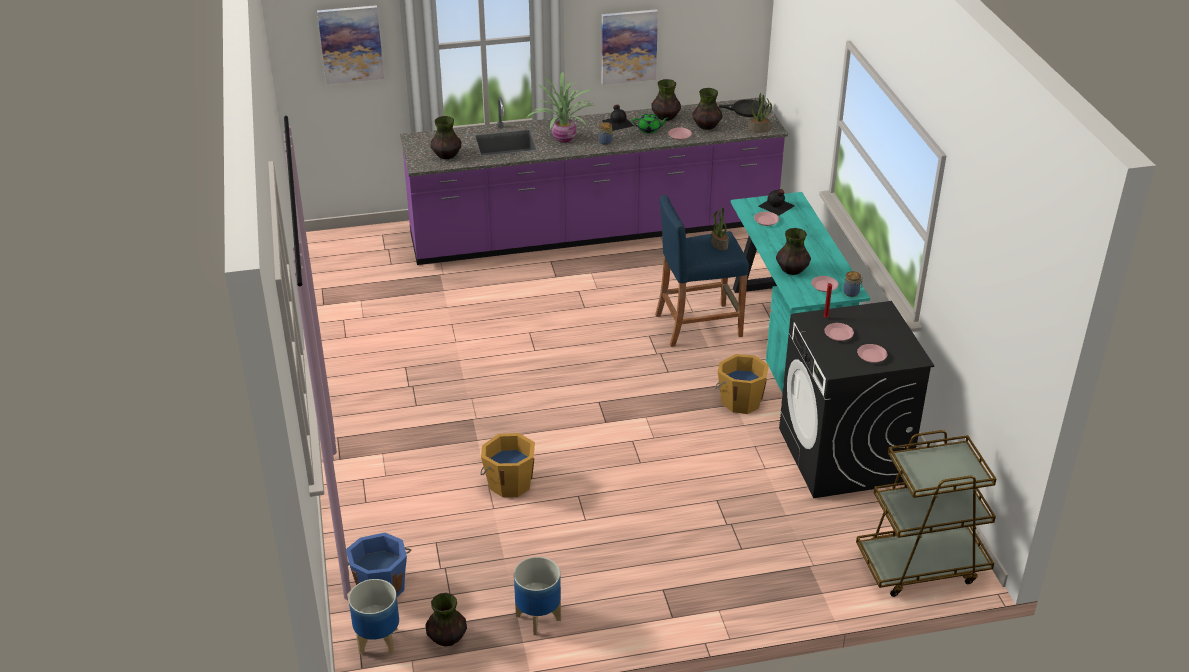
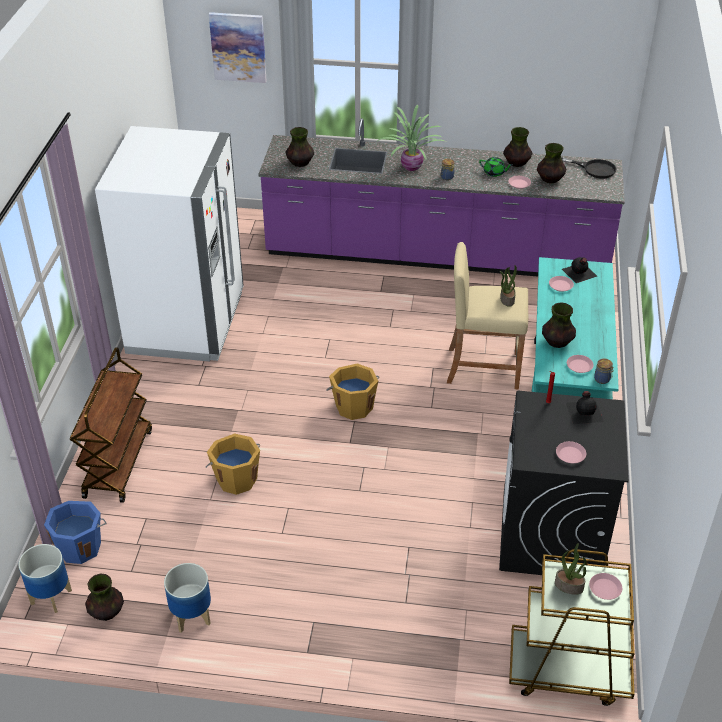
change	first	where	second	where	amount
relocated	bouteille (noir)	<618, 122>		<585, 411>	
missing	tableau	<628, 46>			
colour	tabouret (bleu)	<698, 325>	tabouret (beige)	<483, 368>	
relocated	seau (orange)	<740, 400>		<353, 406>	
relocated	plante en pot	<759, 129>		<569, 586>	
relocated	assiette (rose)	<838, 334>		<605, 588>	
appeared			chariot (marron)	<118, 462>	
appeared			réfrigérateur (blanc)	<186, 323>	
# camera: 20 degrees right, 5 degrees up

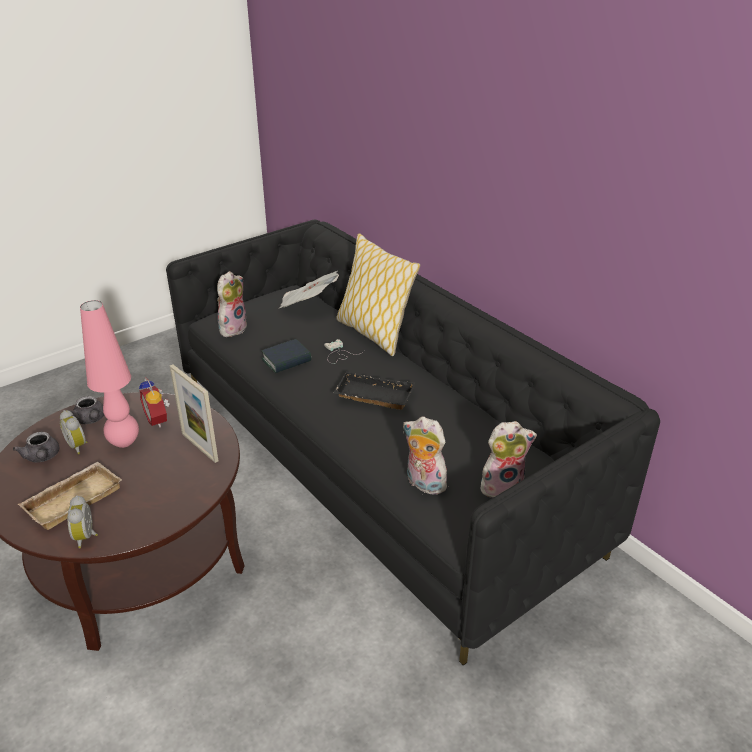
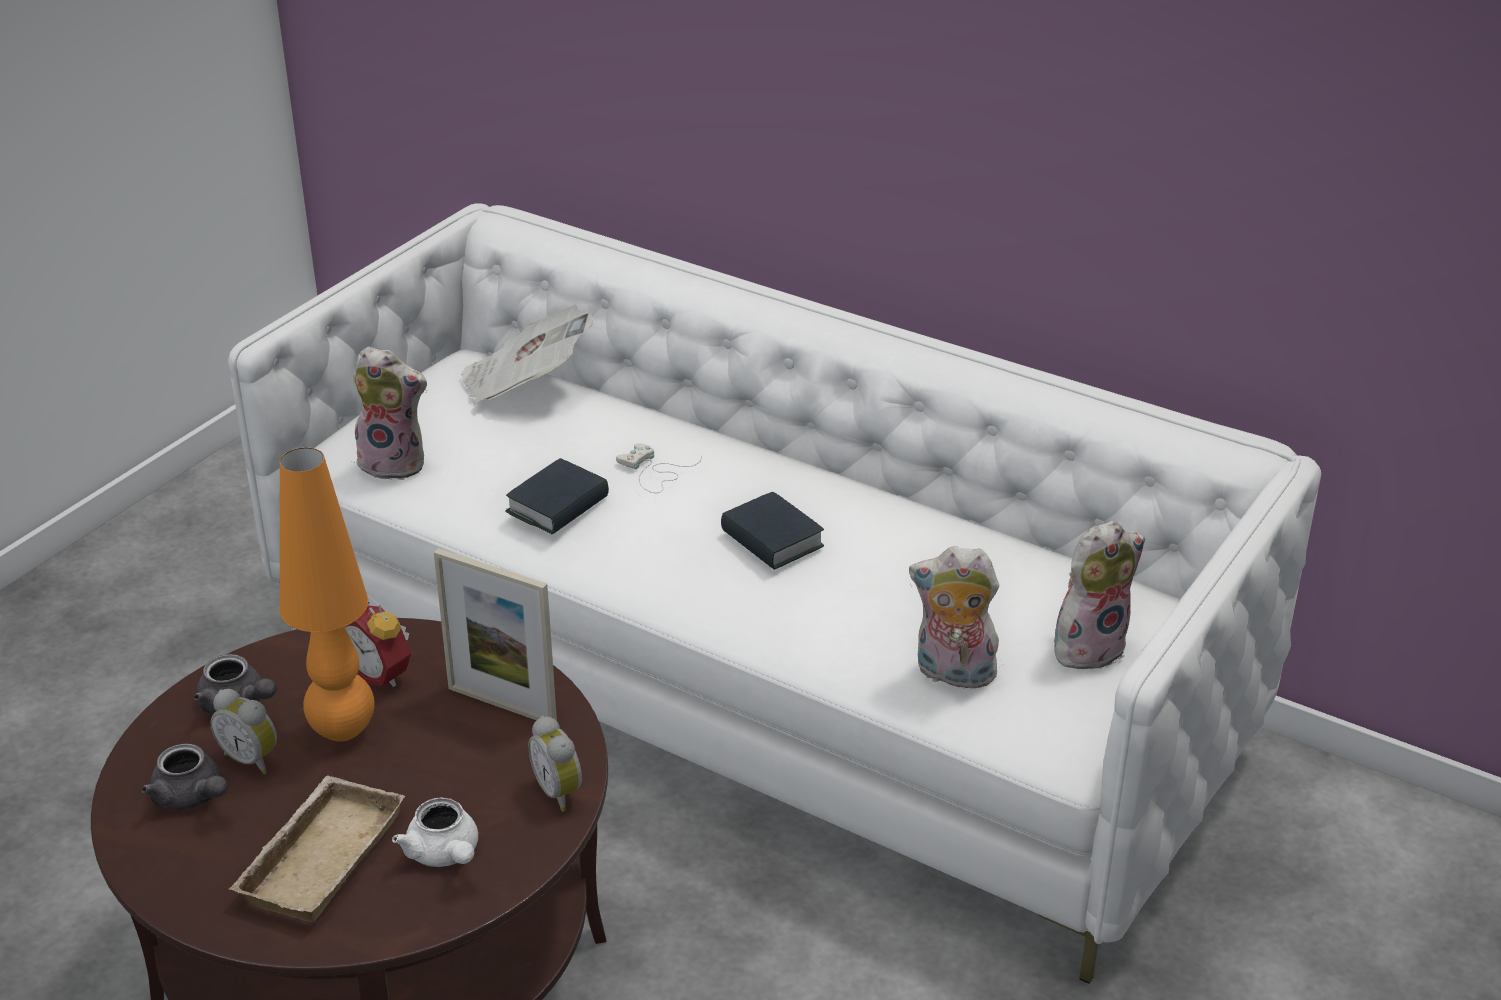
change	first	where	second	where	amount
relocated	réveil	<87, 536>		<560, 792>	
colour	lampe de table (rose)	<124, 442>	lampe de table (orange)	<343, 730>	
colour	canapé (noir)	<376, 465>	canapé (blanc)	<751, 682>	
spun	peluche	<232, 328>		<396, 463>	90 degrees clockwise
exchanged	plateau (noir)	<372, 396>	livre	<772, 540>	
missing	coussin	<374, 333>			
appeared			théière (blanc)	<445, 855>	
# camera: 20 degrees left, 0 degrees up

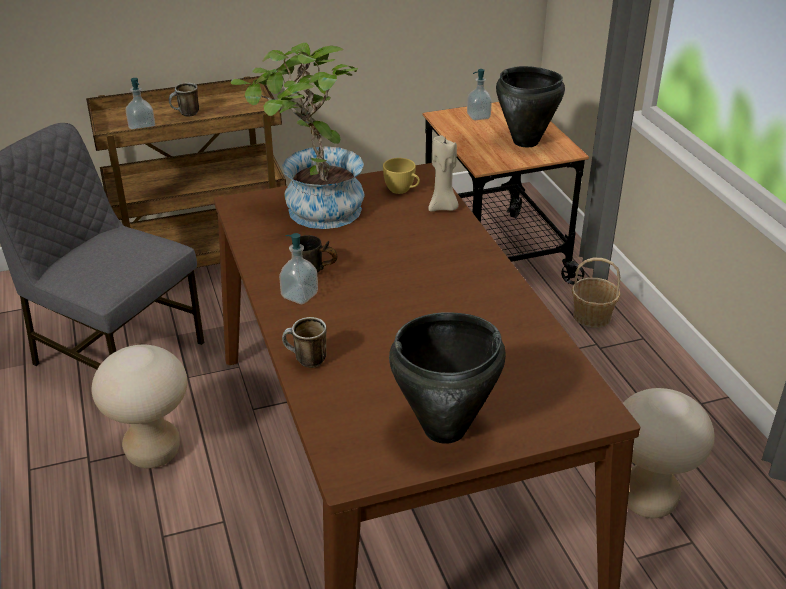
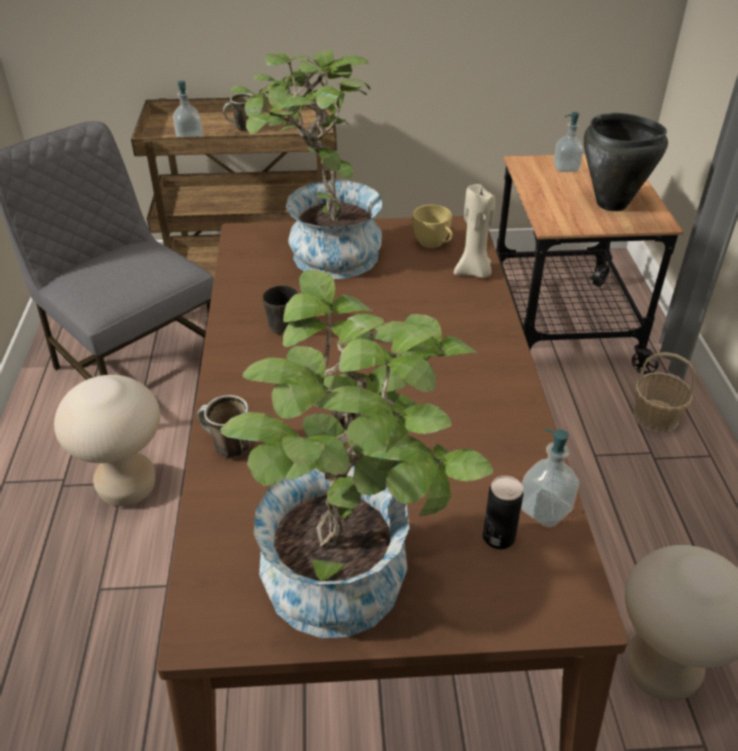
change	first	where	second	where	amount
relocated	distributeur de savon	<299, 296>		<545, 509>	
exchanged	marmite (noir)	<445, 429>	plante en pot	<355, 585>	
appeared			boîte métallique	<498, 537>	
# camera: 15 degrees right, 5 degrees up

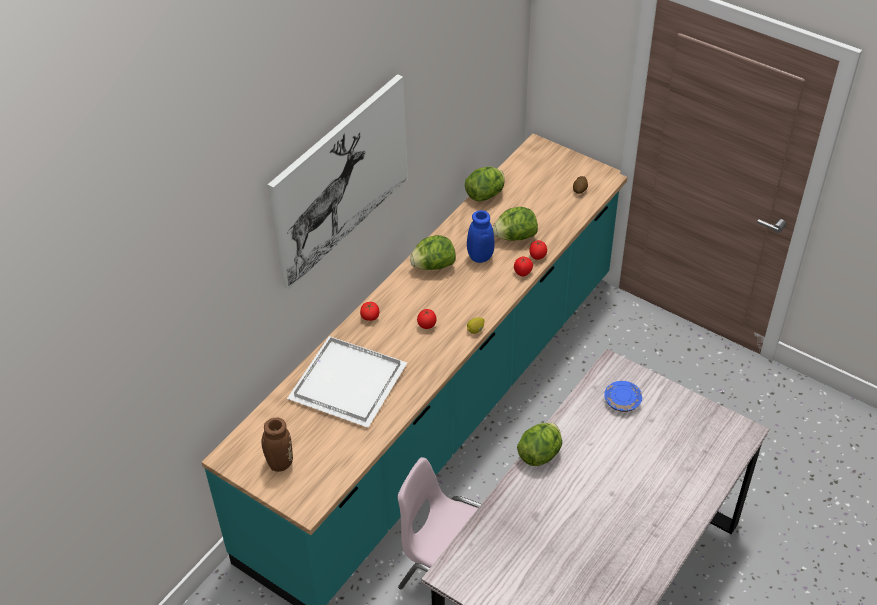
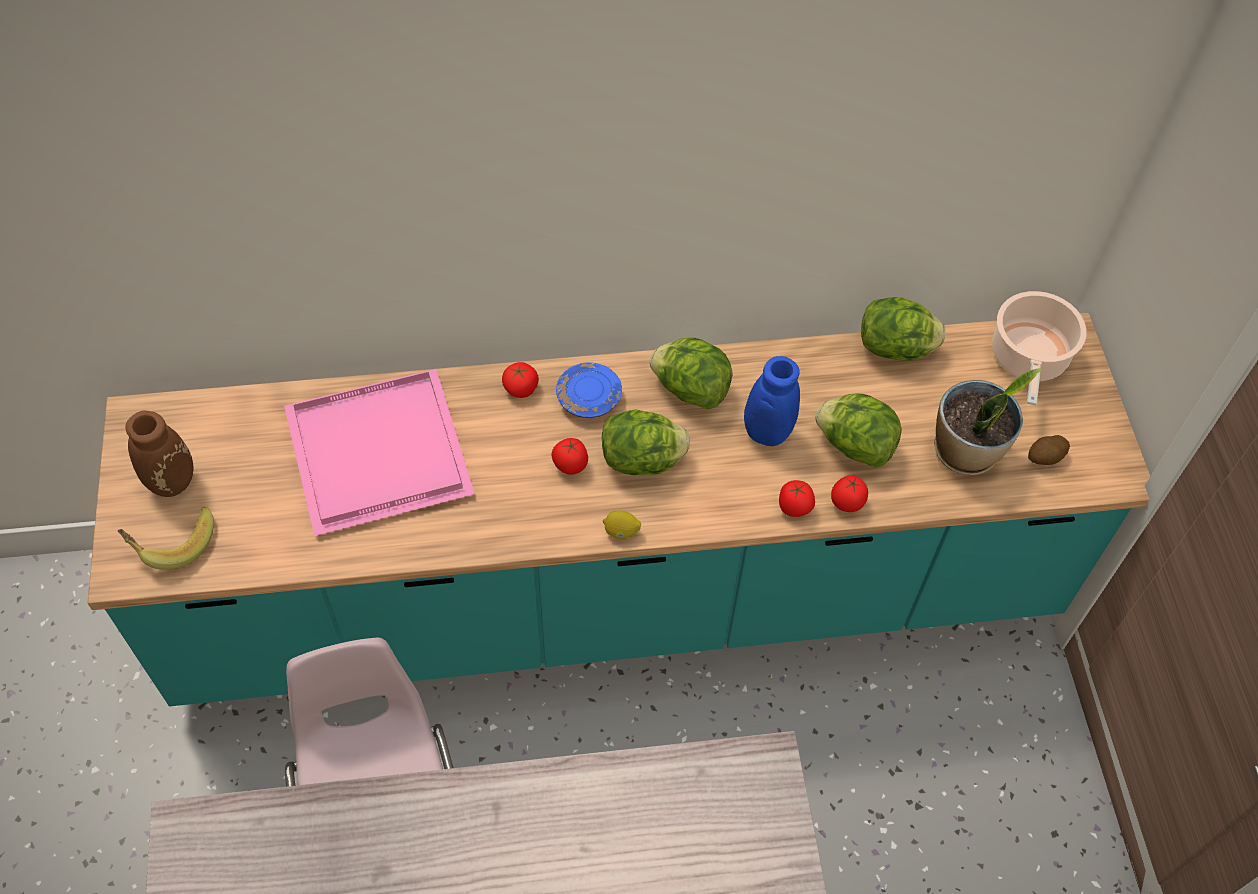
change	first	where	second	where	amount
missing	tableau	<340, 180>			
colour	plateau (blanc)	<347, 381>	plateau (rose)	<381, 450>	
relocated	laitue	<540, 454>		<642, 460>	
relocated	assiette (bleu)	<622, 401>		<589, 398>	
appeared			banane	<172, 542>	
appeared			plante en pot	<966, 452>	
appeared			marmite	<1028, 359>	
# camera: 45 degrees right, 10 degrees up

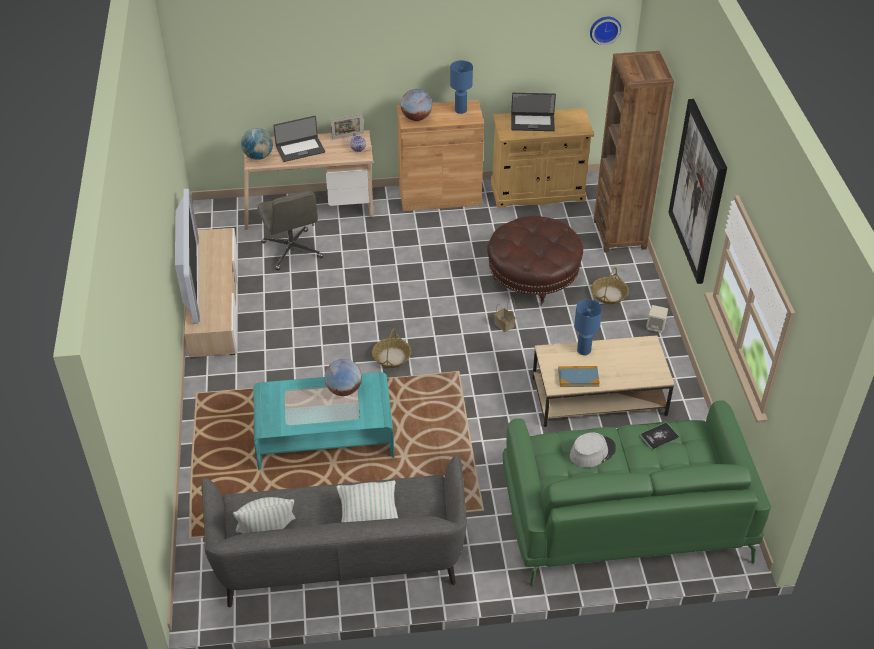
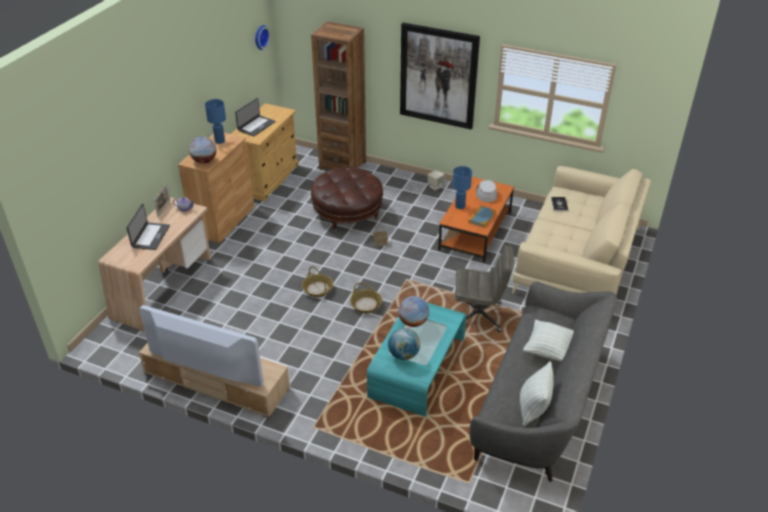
change	first	where	second	where	amount
relocated	globe	<258, 156>		<403, 355>	
relocated	chaise de bureau (gris)	<292, 250>		<479, 315>	
colour	canapé (vert)	<624, 515>	canapé (beige)	<577, 260>	
colour	table basse (beige)	<597, 396>	table basse (orange)	<475, 231>	
relocated	chapeau (gris)	<592, 452>		<486, 193>	
relocated	panier	<609, 294>		<317, 289>	
# camera: 60 degrees left, 5 degrees down

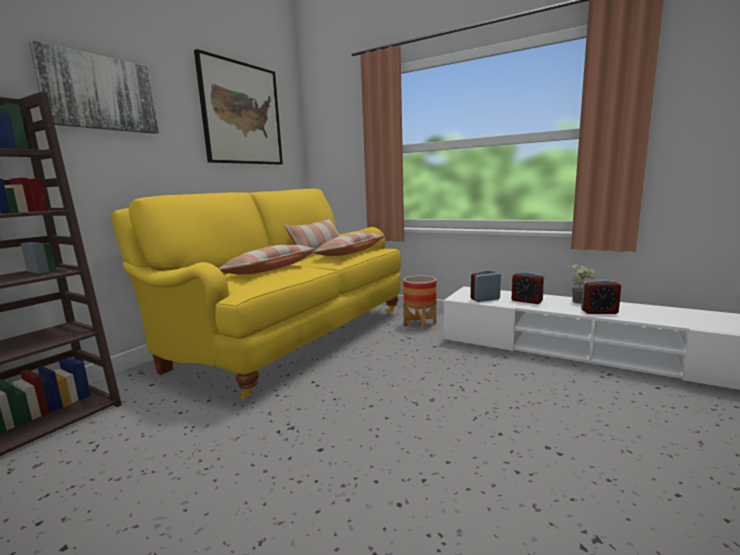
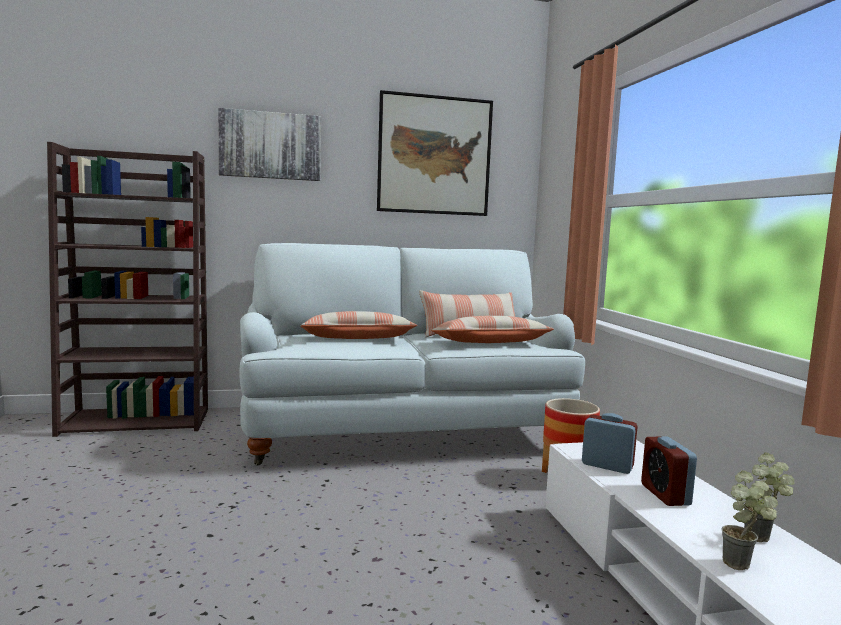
change	first	where	second	where	amount
colour	canapé (jaune)	<288, 336>	canapé (blanc)	<402, 430>	
exchanged	réveil	<599, 312>	plante en pot	<744, 567>	
# camera: 45 degrees right, 5 degrees down

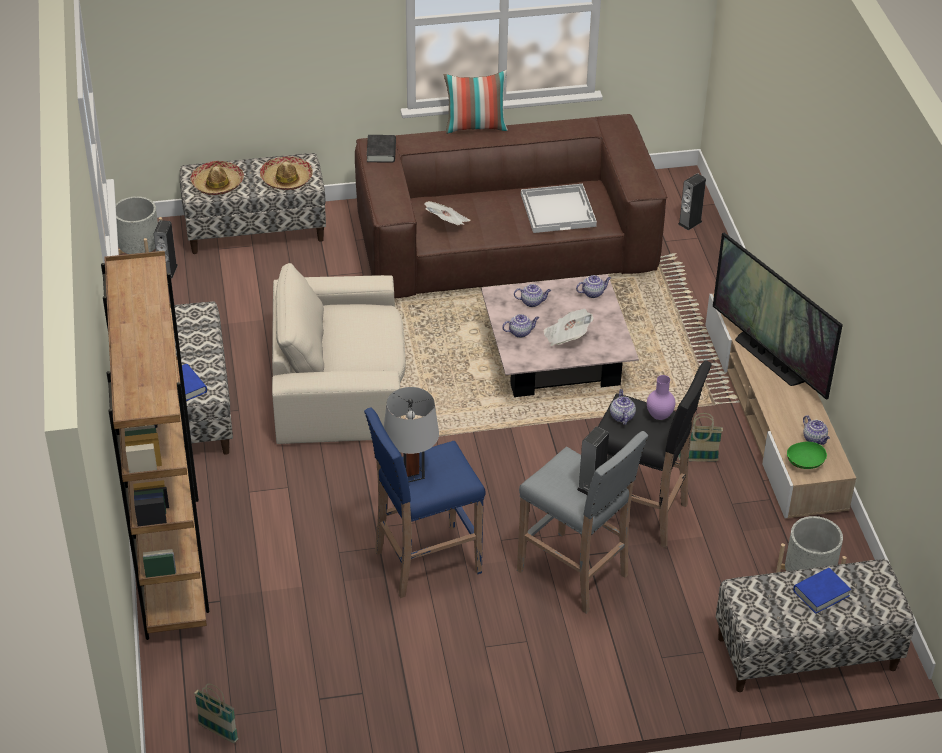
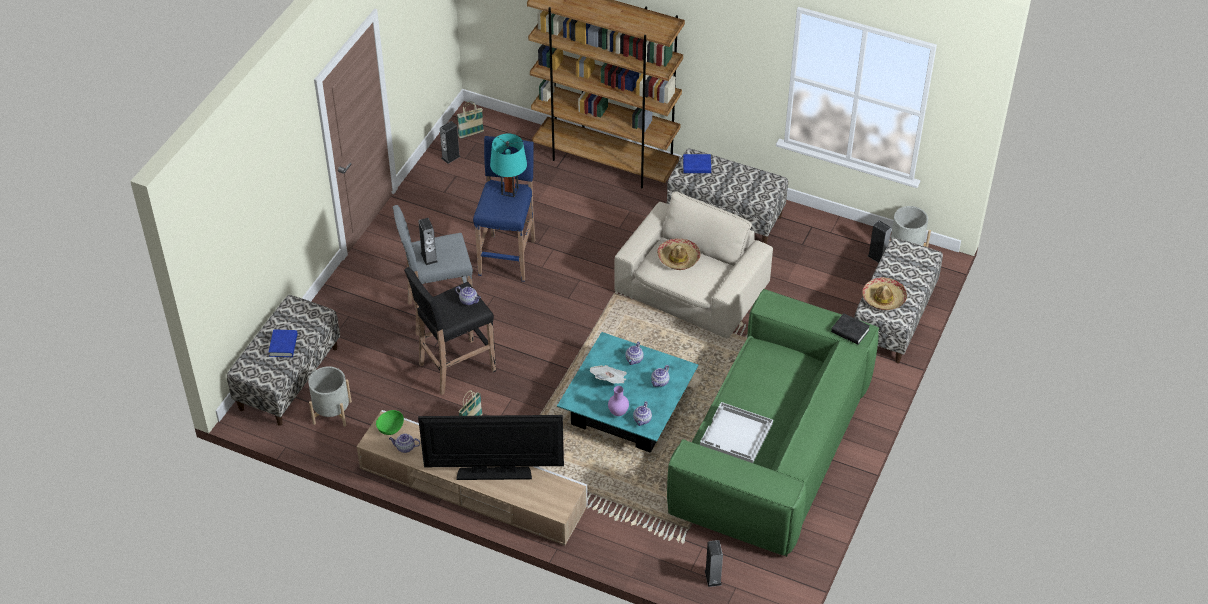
change	first	where	second	where	amount
relocated	chapeau	<217, 184>		<678, 258>	
colour	canapé (marron)	<506, 245>	canapé (vert)	<771, 447>	
colour	lampe de table (gris)	<411, 474>	lampe de table (turquoise)	<510, 191>	
missing	journal	<447, 223>			
missing	coussin	<475, 127>			
colour	table basse (rose)	<556, 355>	table basse (turquoise)	<628, 408>	
relocated	vase (violet)	<659, 416>		<618, 413>	
appeared			enceinte	<450, 157>	
# camera: 125 degrees right, 5 degrees up

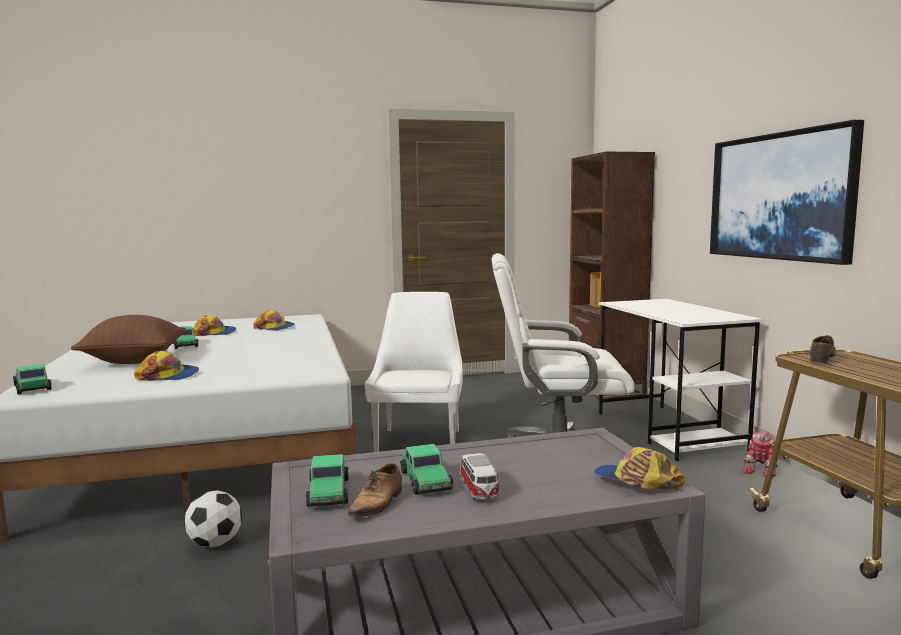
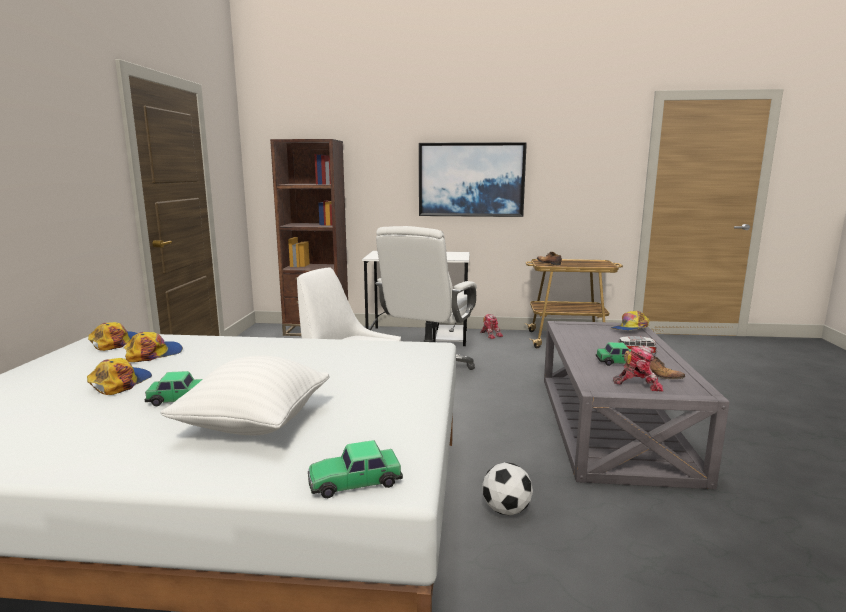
change	first	where	second	where	amount
colour	coussin (marron)	<134, 361>	coussin (blanc)	<254, 424>	
relocated	casquette	<168, 376>		<116, 343>	
exchanged	petite voiture	<328, 492>	robot jouet	<638, 384>	
# camera: 70 degrees left, 5 degrees up

